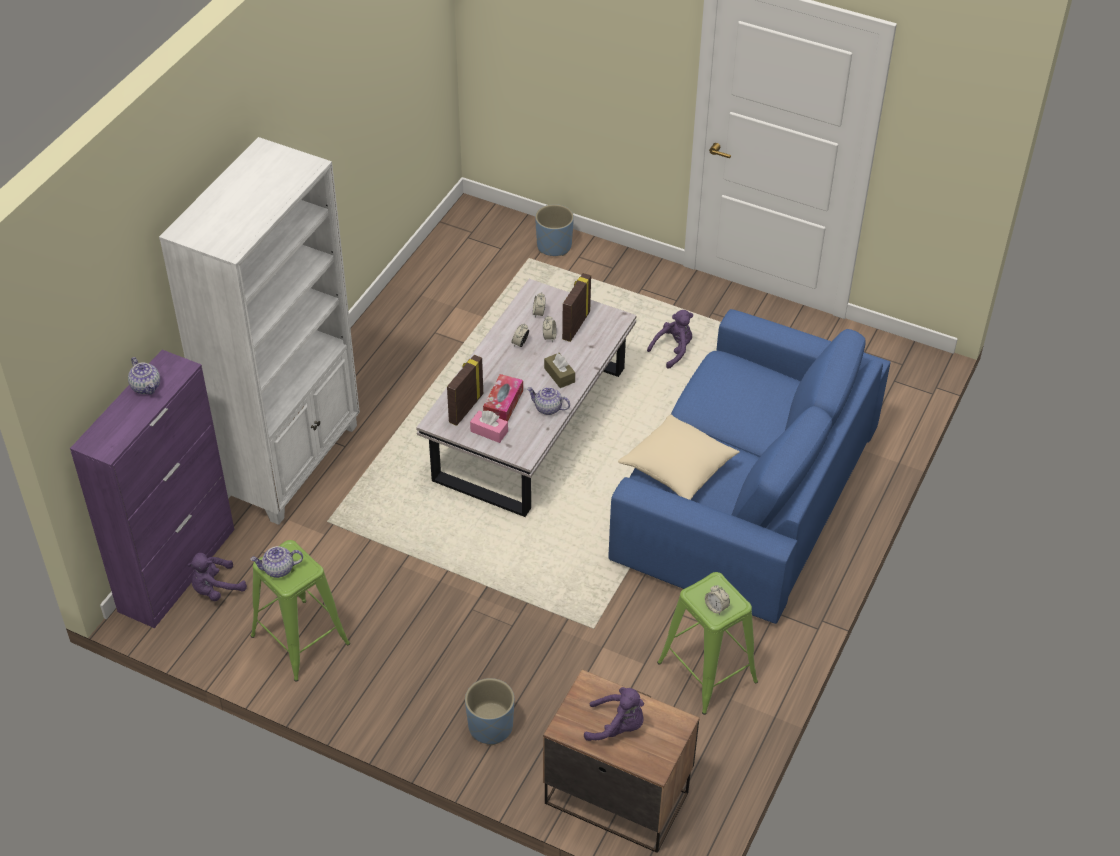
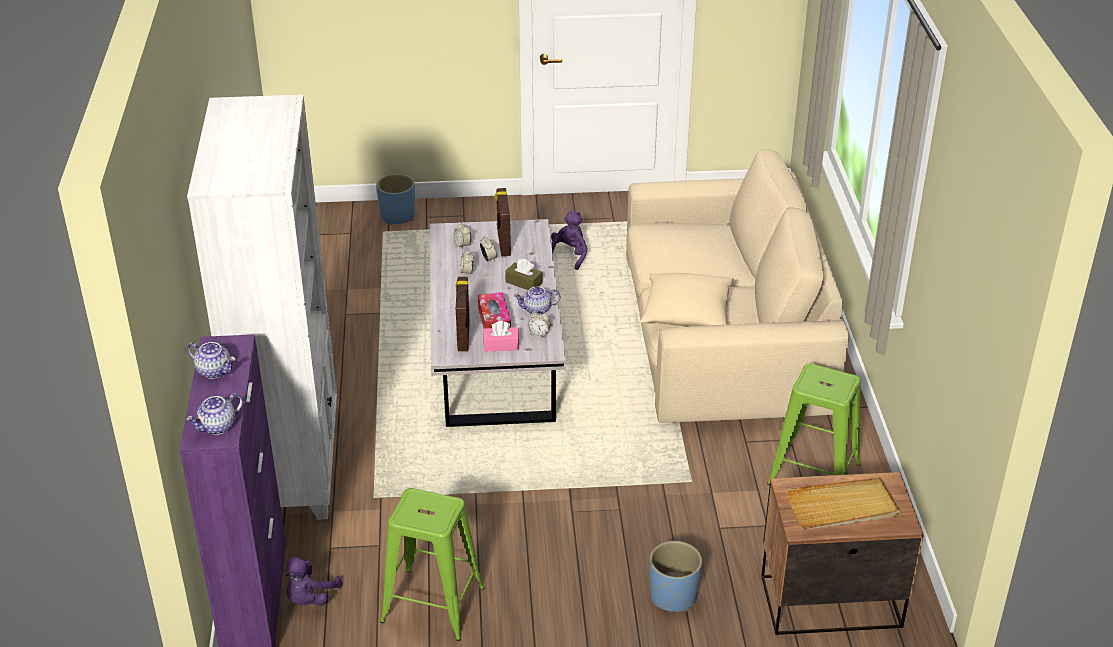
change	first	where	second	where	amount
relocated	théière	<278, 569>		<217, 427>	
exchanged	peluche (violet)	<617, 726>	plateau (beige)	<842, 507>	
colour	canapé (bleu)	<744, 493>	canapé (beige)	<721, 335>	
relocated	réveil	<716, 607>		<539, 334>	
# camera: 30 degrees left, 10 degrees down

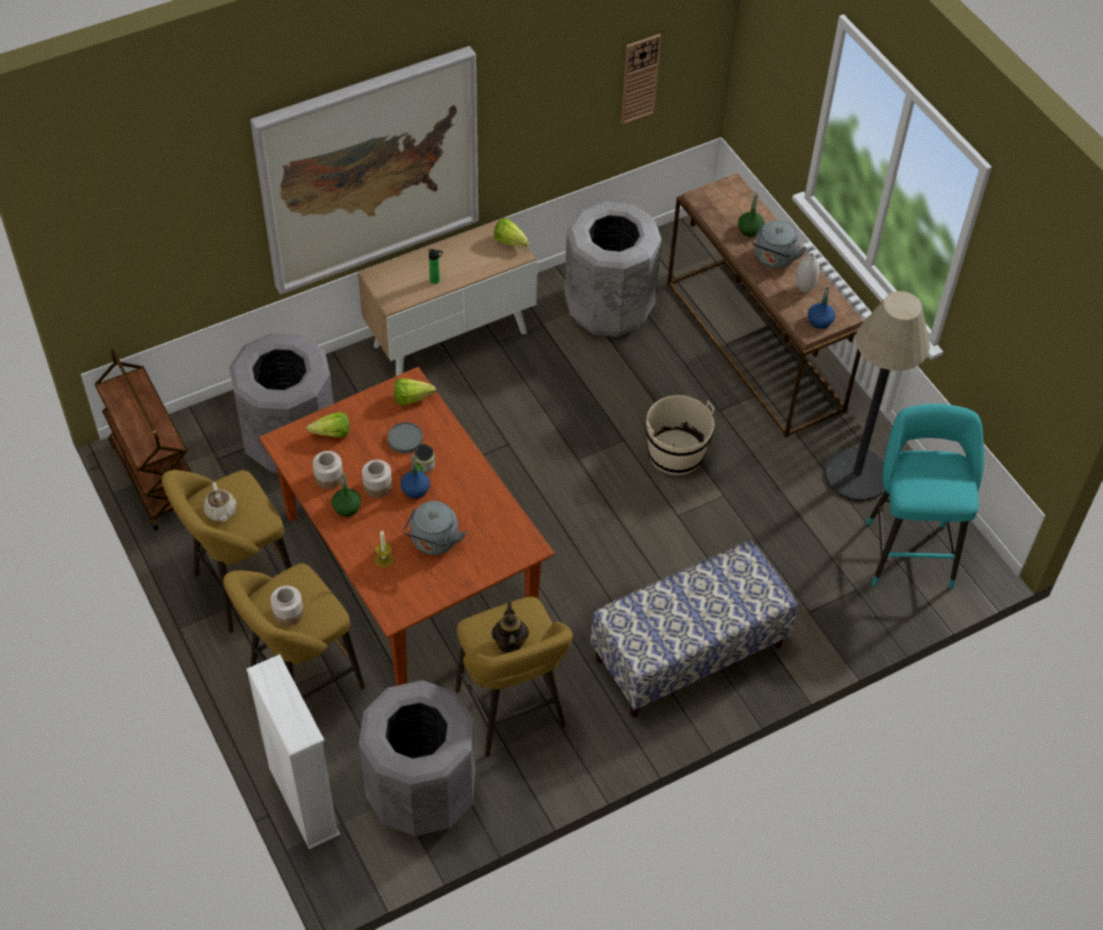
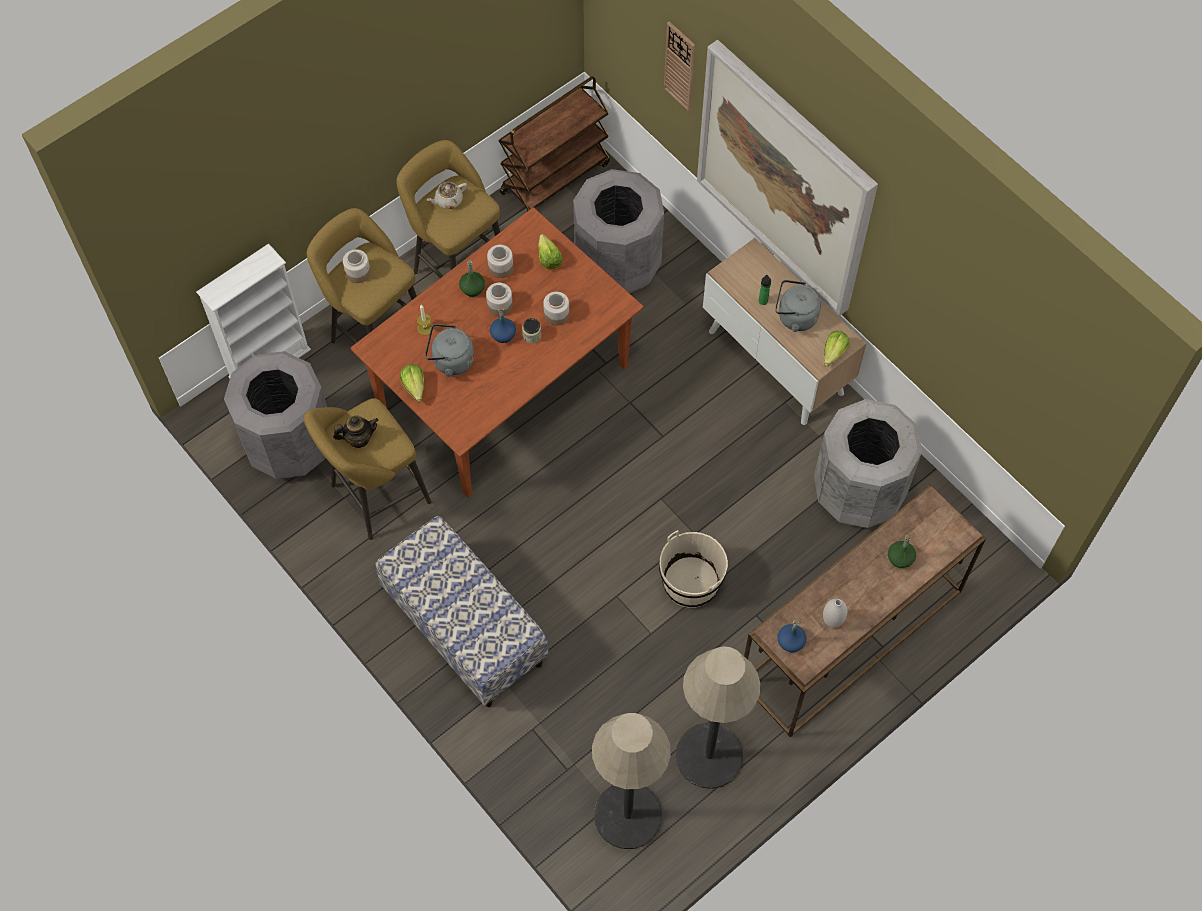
change	first	where	second	where	amount
exchanged	assiette (gris)	<405, 439>	bocal	<557, 314>	
relocated	laitue	<415, 399>		<414, 390>	
relocated	horloge murale	<639, 79>		<680, 66>	
relocated	bouilloire (gris)	<774, 259>		<794, 317>	
exchanged	tabouret (turquoise)	<908, 549>	lampadaire	<628, 815>	
# camera: 80 degrees right, 10 degrees up

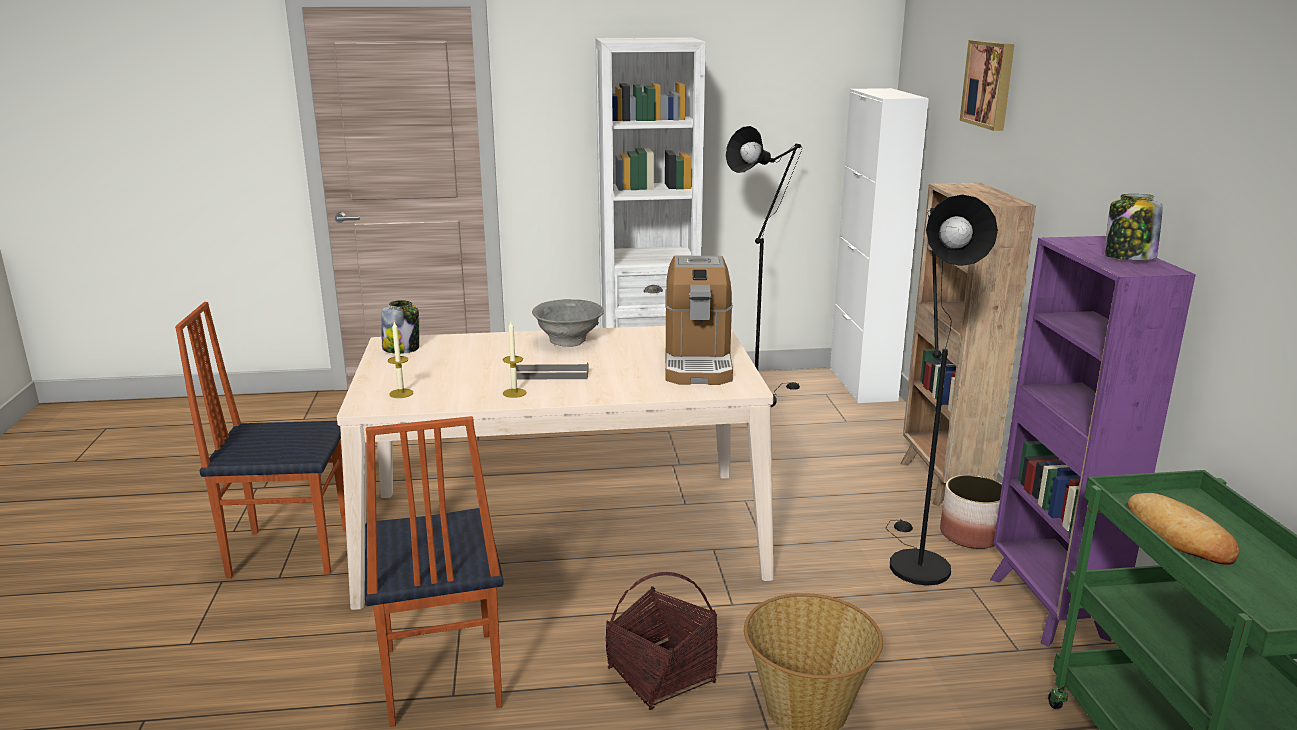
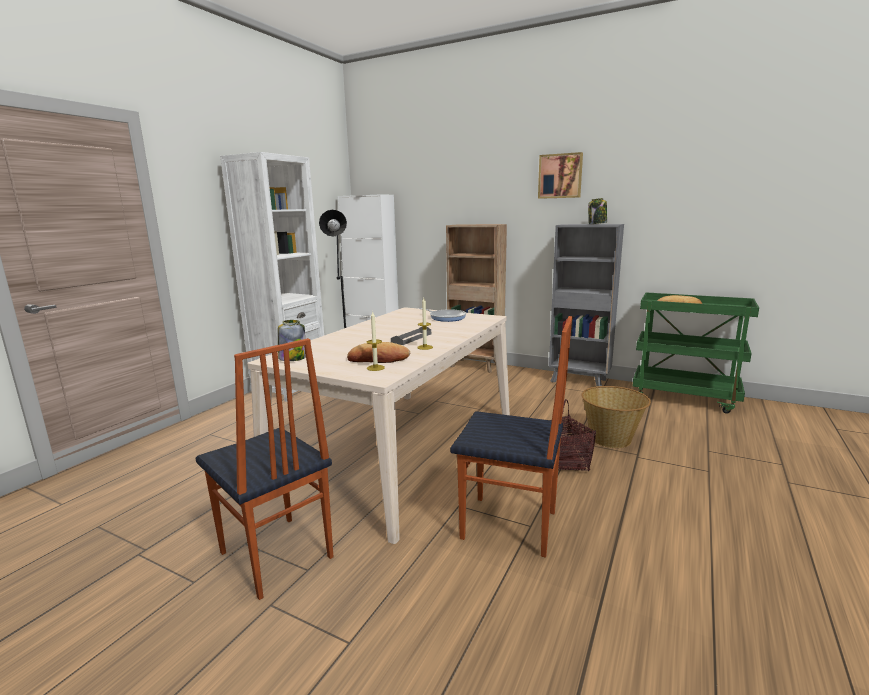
change	first	where	second	where	amount
spun	chaise	<289, 551>		<275, 556>	75 degrees counterclockwise
missing	bol (gris)	<569, 340>			
exchanged	machine à café	<697, 362>	poêle	<446, 317>	
missing	lampadaire (noir)	<914, 561>			
missing	cache-pot	<971, 535>			
relocated	tableau	<990, 84>		<560, 176>	
colour	bibliothèque (violet)	<1049, 609>	bibliothèque (gris)	<579, 381>	
appeared			pain	<378, 359>	
# camera: 55 degrees left, 5 degrees down

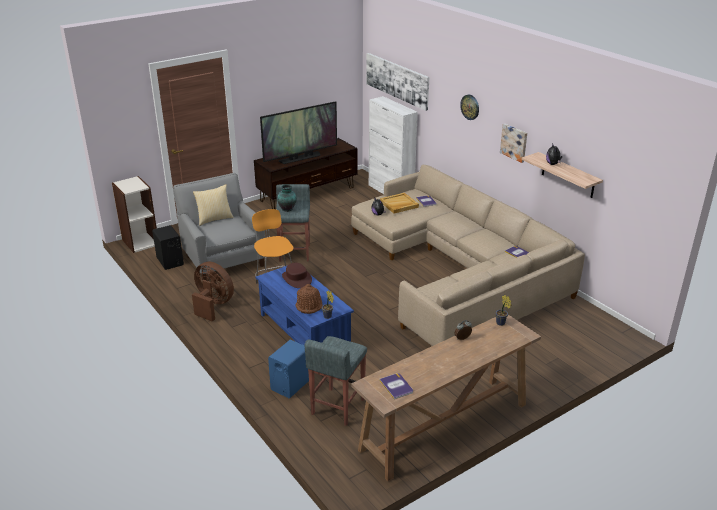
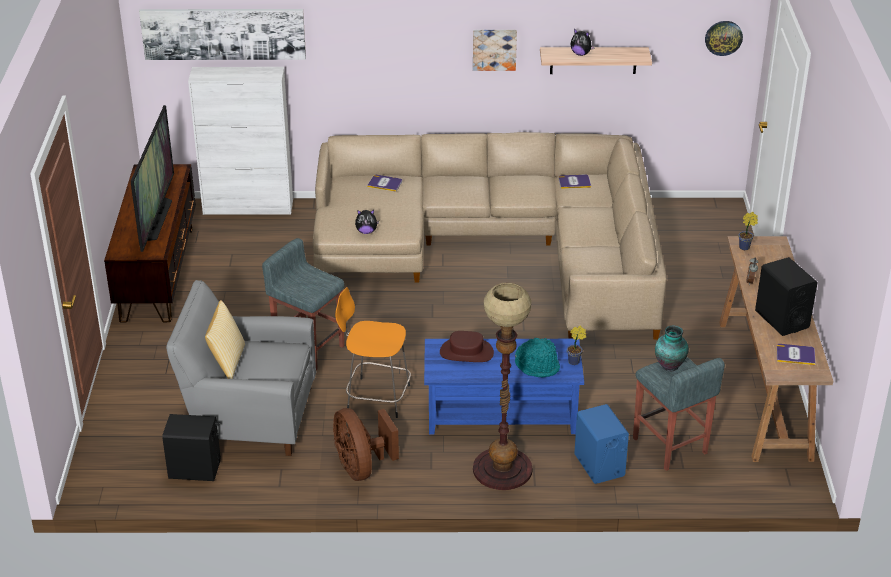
change	first	where	second	where	amount
missing	bibliothèque	<140, 242>			
spun	ventilateur (marron)	<213, 305>		<361, 467>	90 degrees counterclockwise
relocated	vase	<287, 209>		<670, 365>	
colour	chapeau (marron)	<309, 306>	chapeau (turquoise)	<537, 366>	
missing	plateau (beige)	<399, 204>			
relocated	horloge murale	<470, 107>		<723, 37>	
appeared			lampadaire	<502, 469>	
appeared			enceinte (noir)	<781, 319>	
# camera: 55 degrees left, 5 degrees up

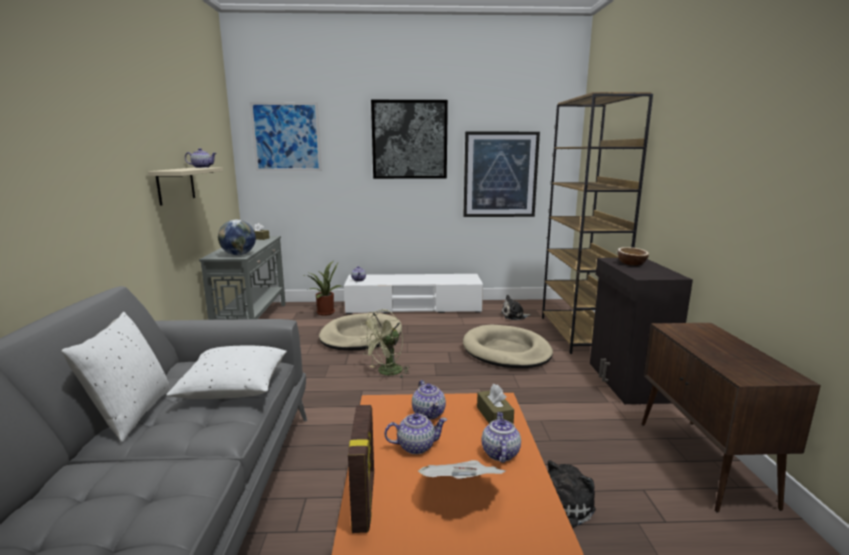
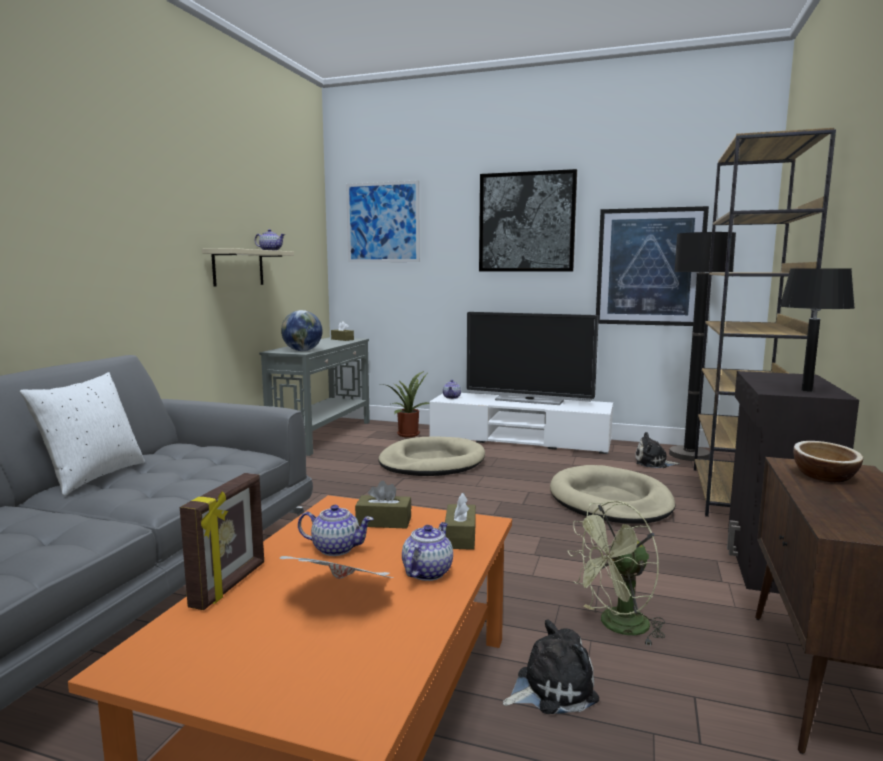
change	first	where	second	where	amount
missing	coussin (blanc)	<234, 389>			
relocated	ventilateur (vert)	<386, 372>		<617, 626>	
exchanged	théière	<428, 413>	boîte à mouchoirs (marron)	<384, 522>	
relocated	bol	<631, 263>		<824, 476>	
appeared			téléviseur	<529, 400>	
appeared			lampadaire (noir)	<689, 455>	
appeared			lampe de table (noir)	<806, 390>	
# camera: 20 degrees right, 5 degrees down

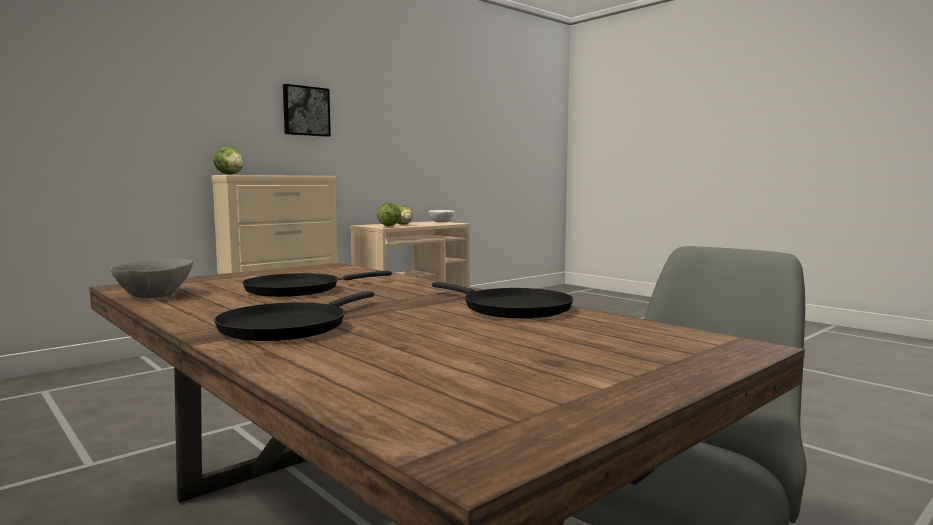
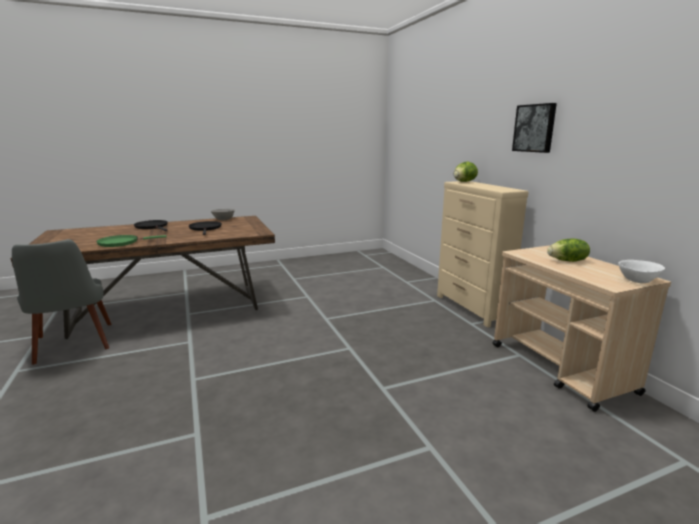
change	first	where	second	where	amount
missing	laitue	<389, 226>			
colour	poêle (noir)	<511, 308>	poêle (vert)	<121, 243>	
# camera: 110 degrees right, 10 degrees up

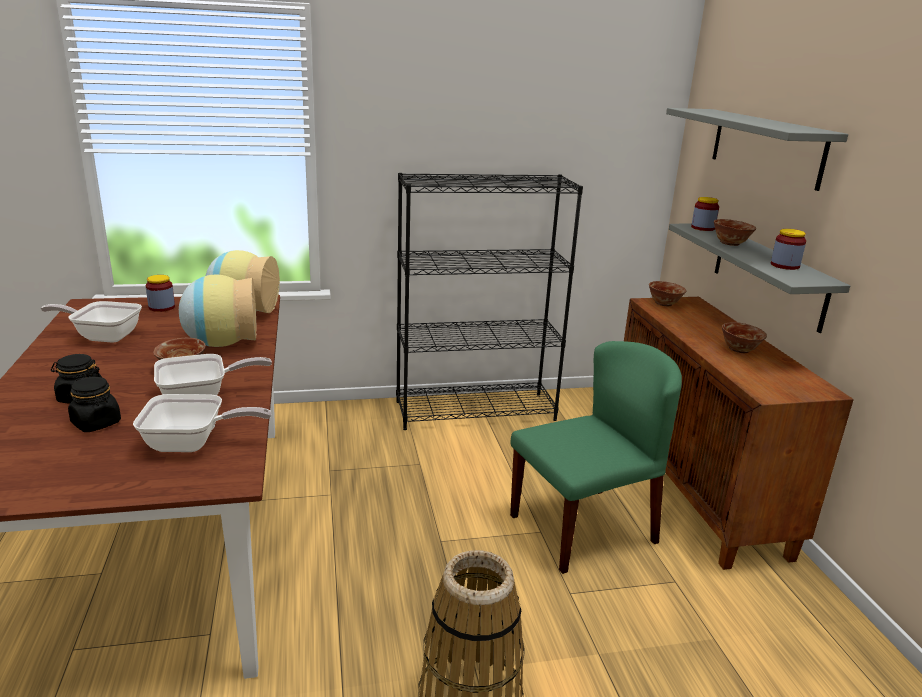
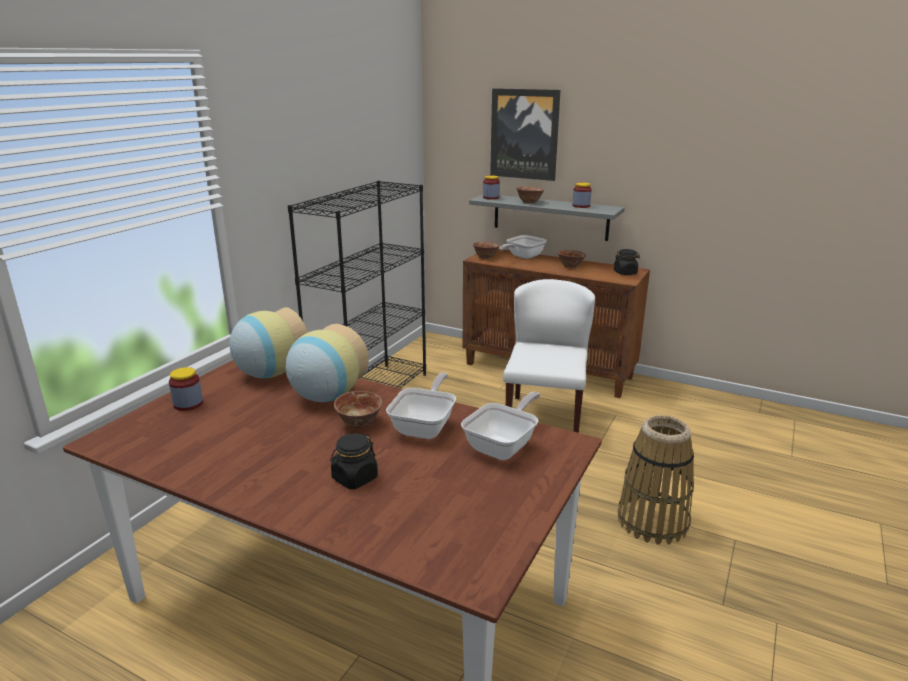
change	first	where	second	where	amount
relocated	poêle	<103, 336>		<522, 257>	
relocated	bocal (noir)	<96, 423>		<625, 273>	
colour	chaise (vert)	<583, 528>	chaise (blanc)	<544, 418>	
exchanged	étagère (gris)	<765, 146>	tableau	<524, 134>	
# camera: 50 degrees left, 0 degrees up

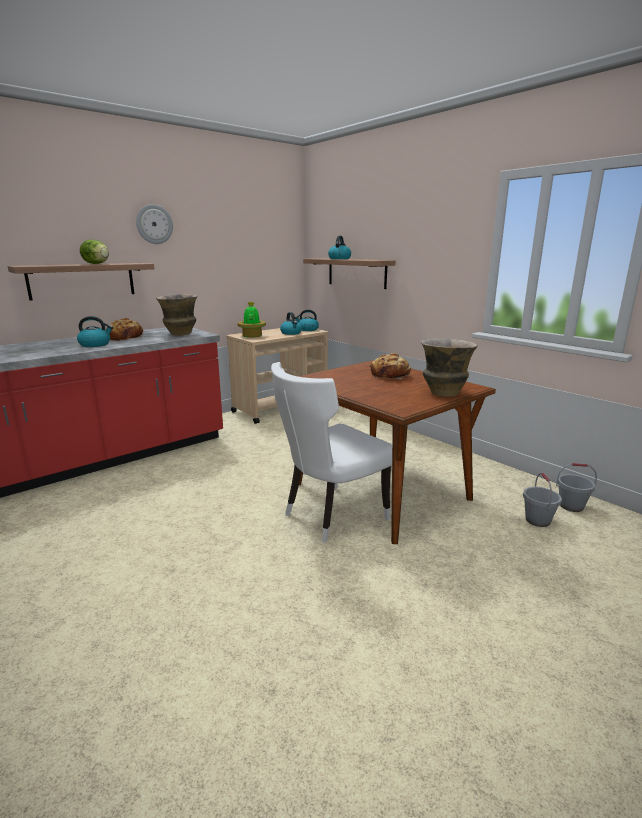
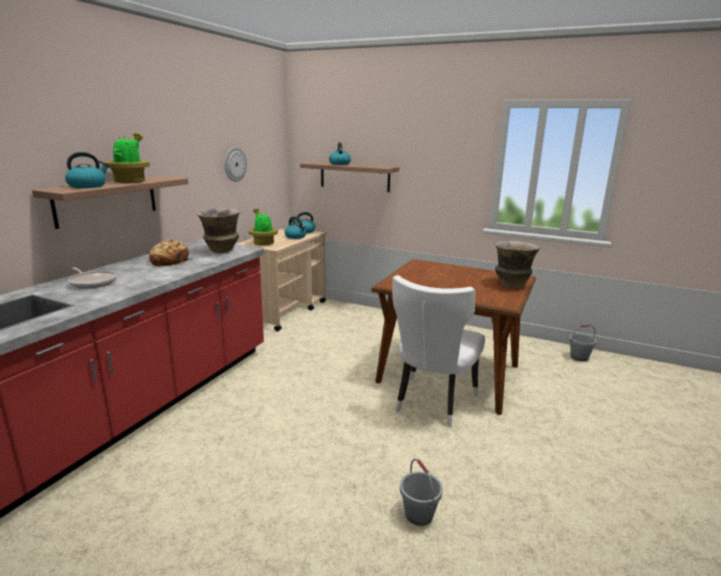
change	first	where	second	where	amount
relocated	bouilloire	<95, 344>		<88, 186>	
exchanged	laitue	<97, 264>	plante en pot	<130, 181>	
relocated	horloge murale	<154, 224>		<234, 164>	
missing	pain	<390, 375>			
relocated	seau (gris)	<538, 520>		<419, 514>	
appeared			poêle	<92, 282>	
# camera: 25 degrees left, 0 degrees up

